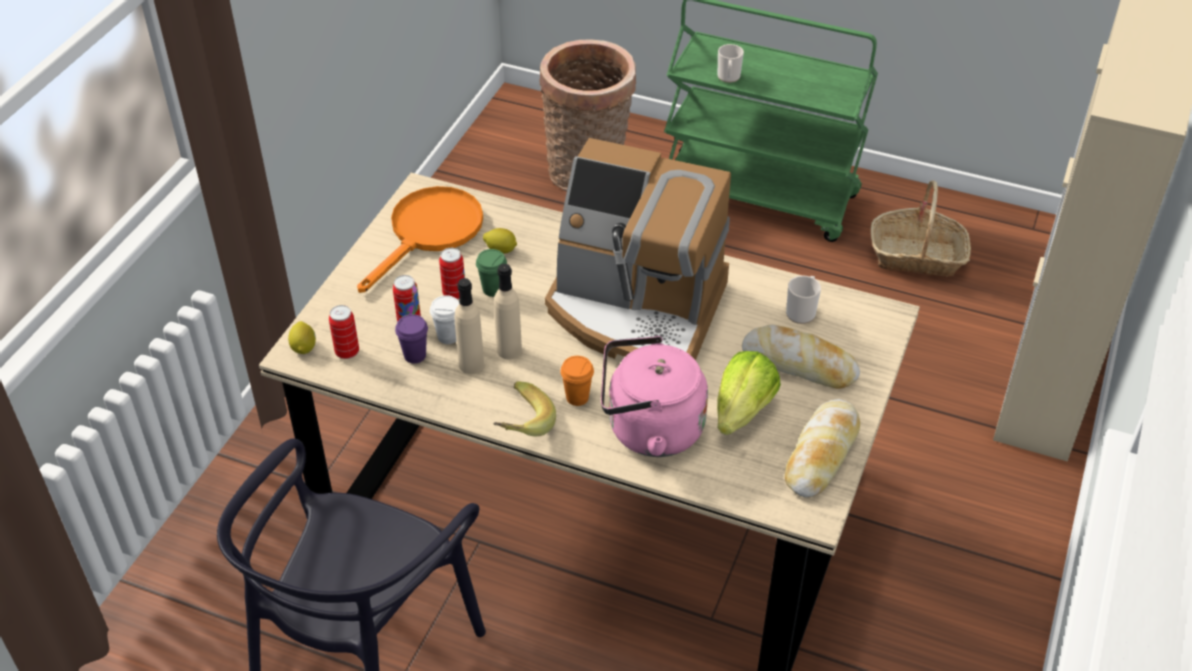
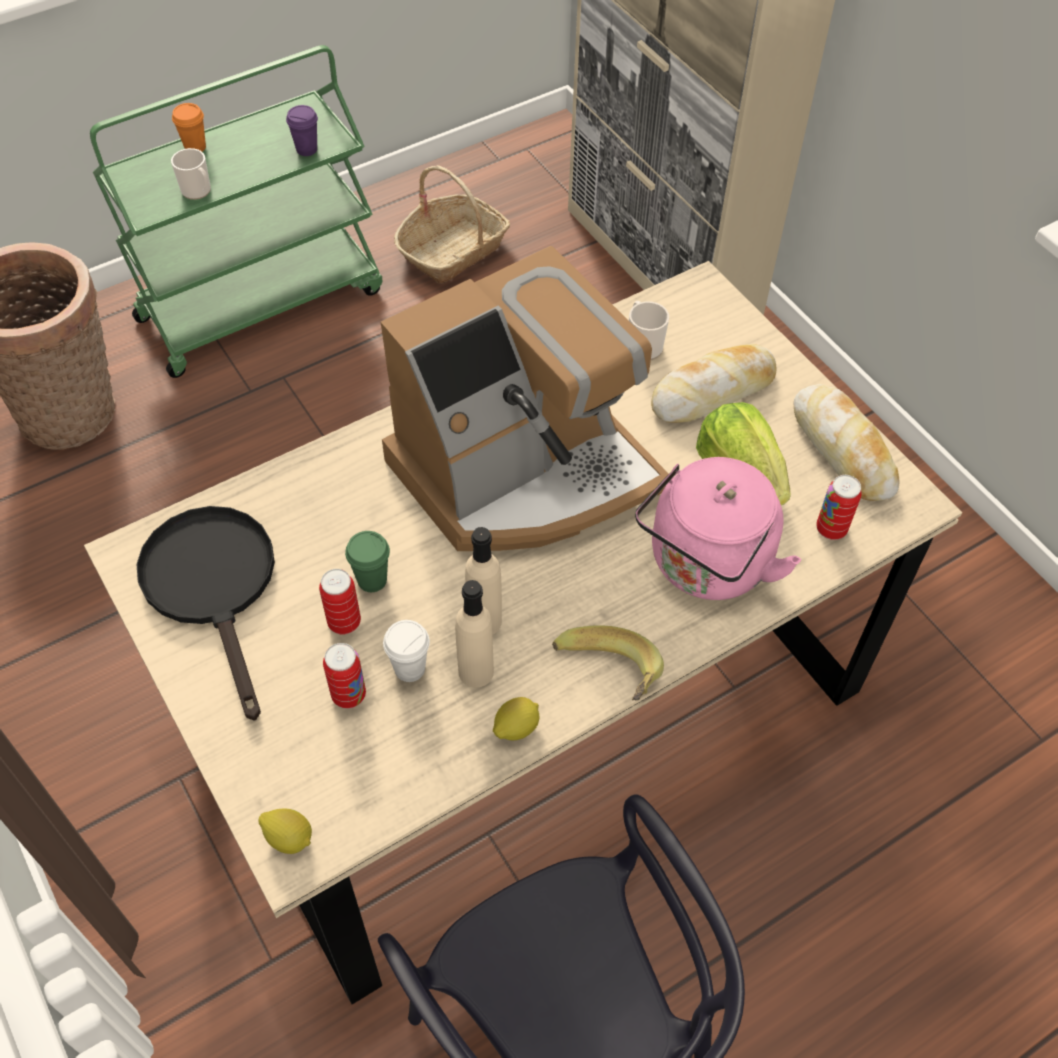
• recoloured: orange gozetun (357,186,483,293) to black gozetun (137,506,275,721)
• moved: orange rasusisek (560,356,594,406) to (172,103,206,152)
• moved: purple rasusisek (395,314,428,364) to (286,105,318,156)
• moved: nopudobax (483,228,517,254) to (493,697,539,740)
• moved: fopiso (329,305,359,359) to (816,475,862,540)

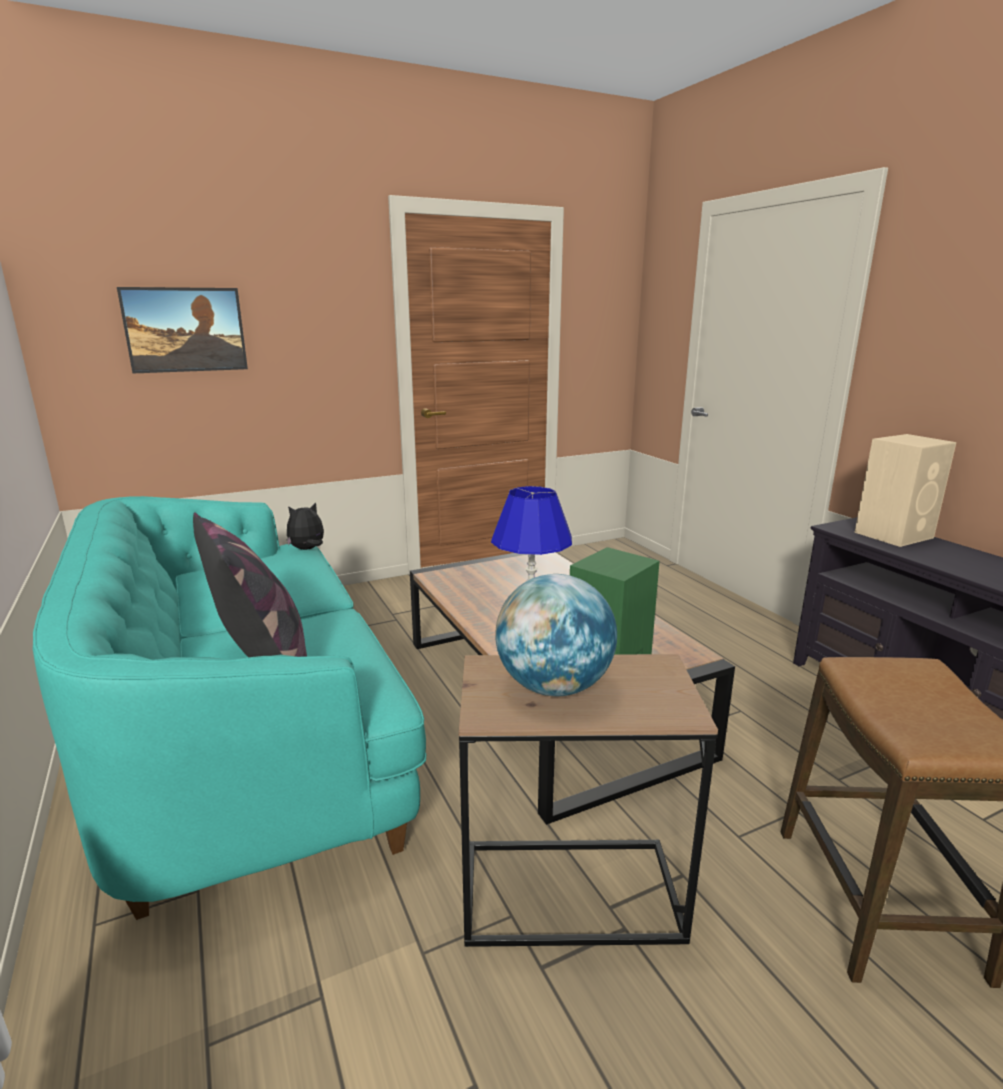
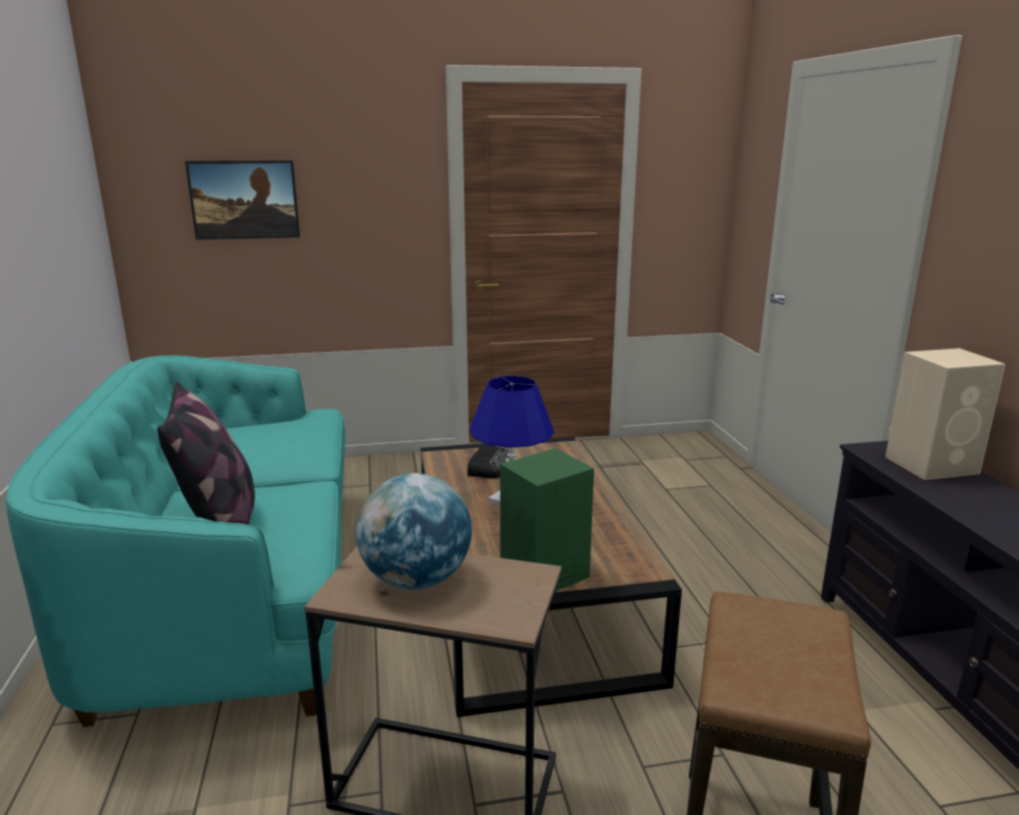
• added: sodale (467,445,509,478)
• removed: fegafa (287,502,324,550)

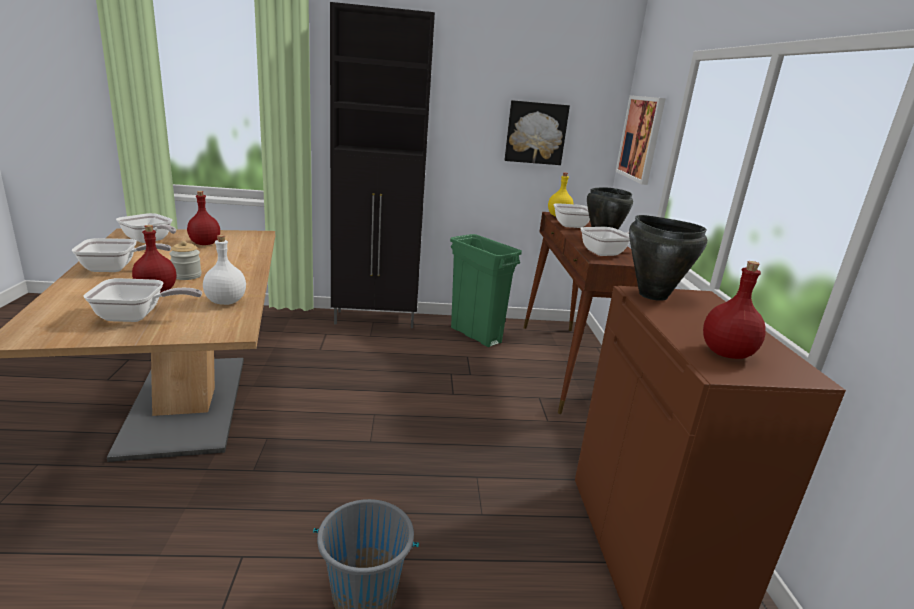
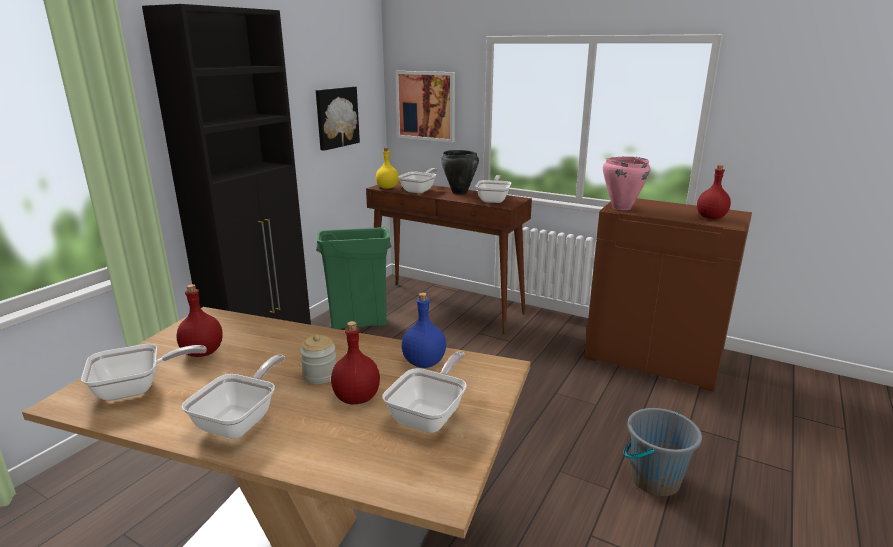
• recoloured: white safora (203,235,246,305) to blue safora (402,293,446,368)
• recoloured: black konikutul (629,215,707,301) to pink konikutul (603,156,650,210)

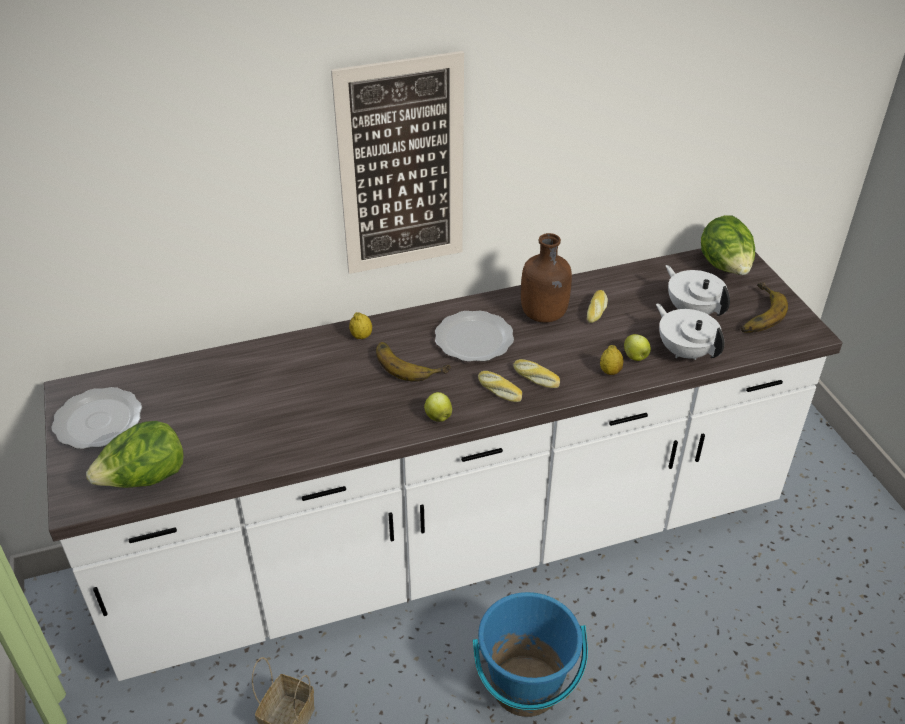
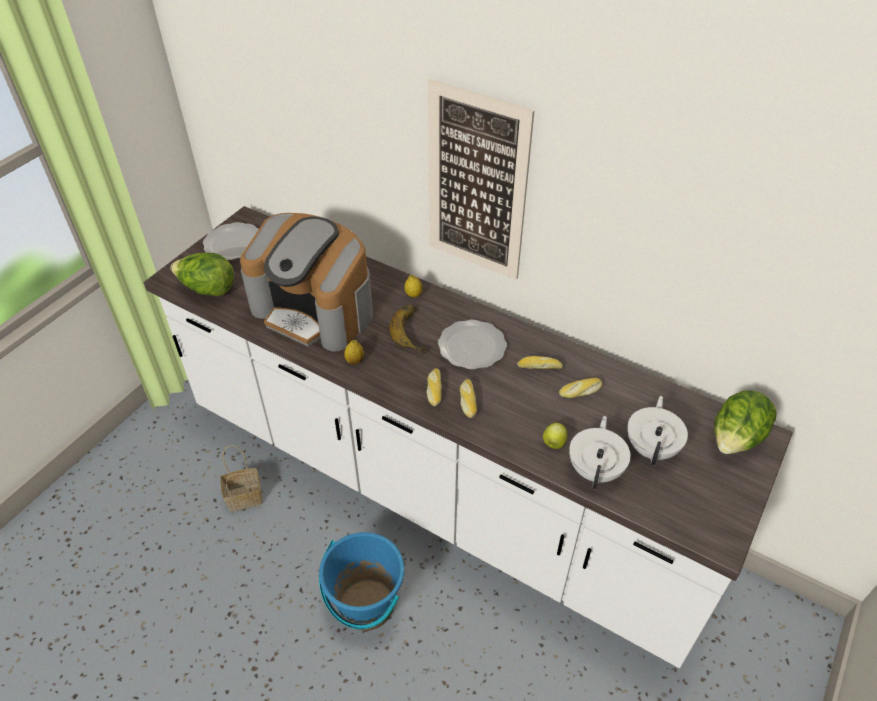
• added: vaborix (240,213,373,351)
• moved: nopudobax (600,345,623,375) to (344,340,364,365)
• replaced: brown safora (521,233,572,323) to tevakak (517,356,563,369)
• removed: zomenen (424,392,452,422)
• removed: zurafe (741,282,788,333)

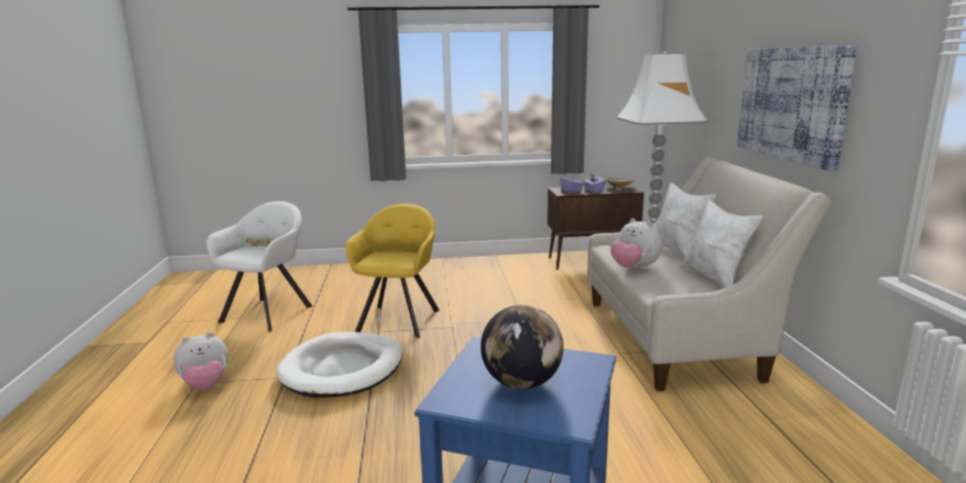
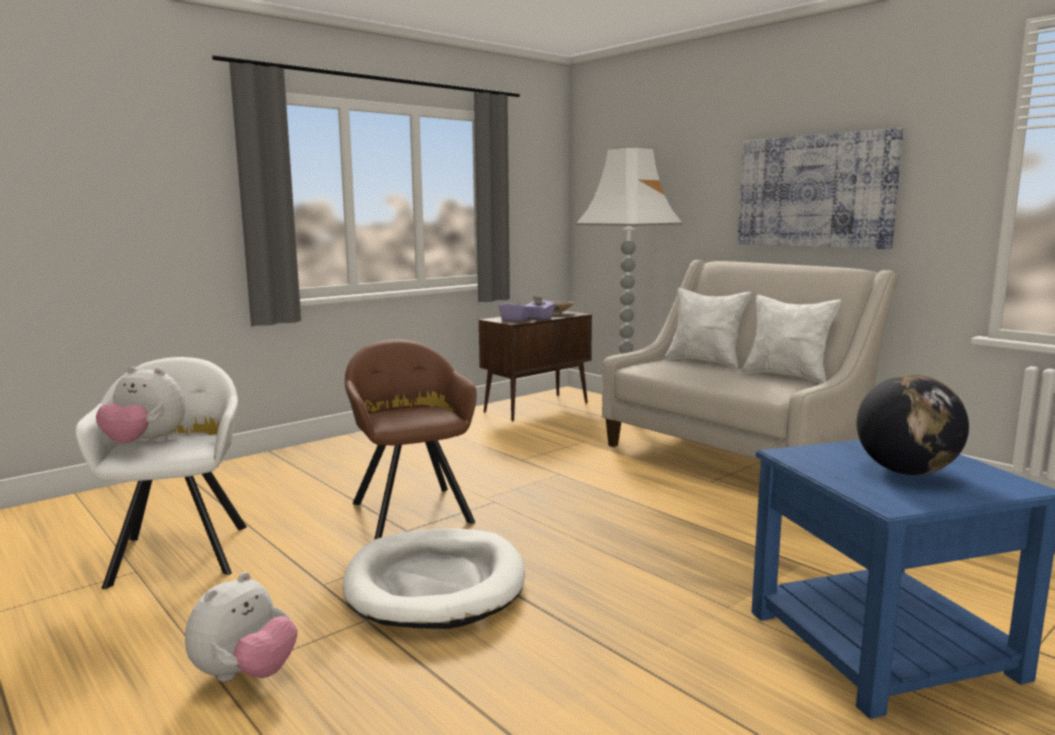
• moved: fegafa (610,218,662,269) to (96,367,185,444)
• recoloured: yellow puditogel (345,204,440,338) to brown puditogel (345,339,477,540)

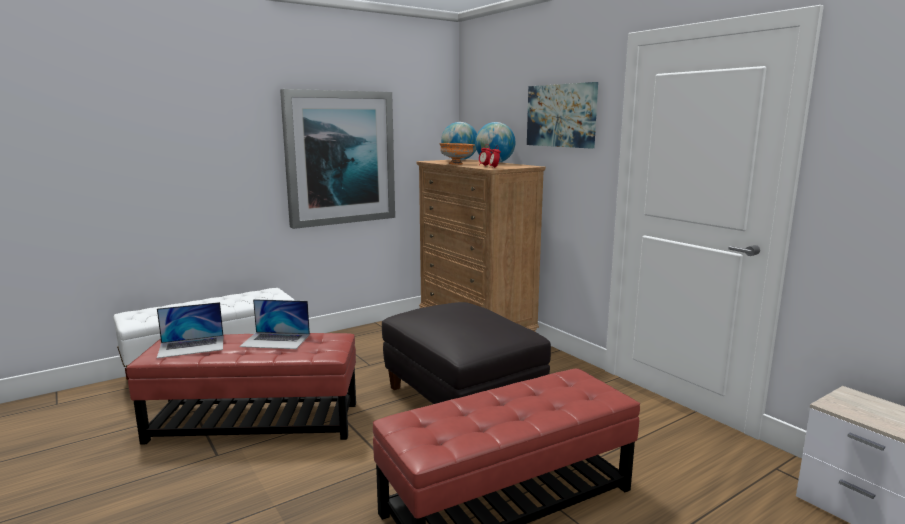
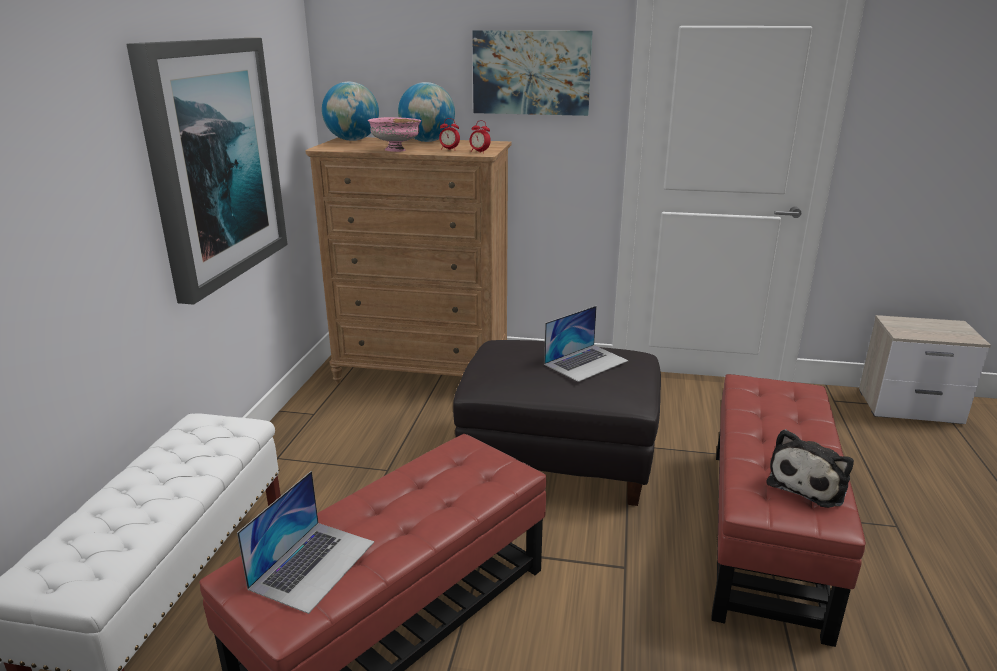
• recoloured: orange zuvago (439,143,474,165) to pink zuvago (368,117,421,152)
• moved: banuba (239,299,310,349) to (544,306,629,382)
• added: fegafa (766,429,854,508)

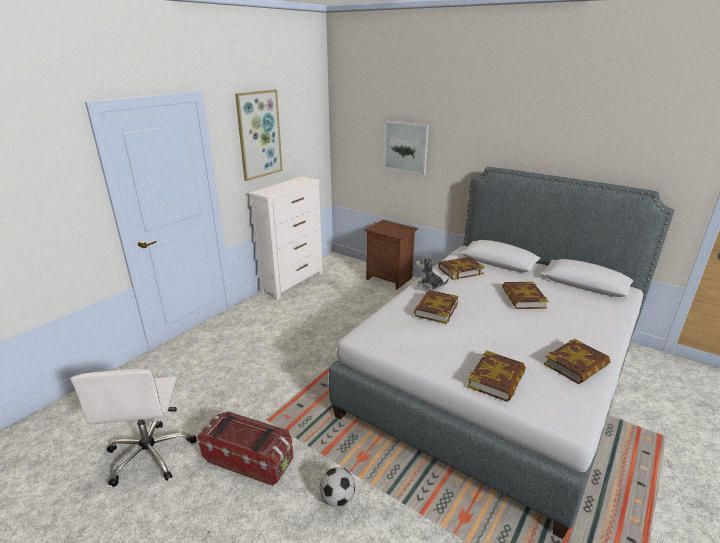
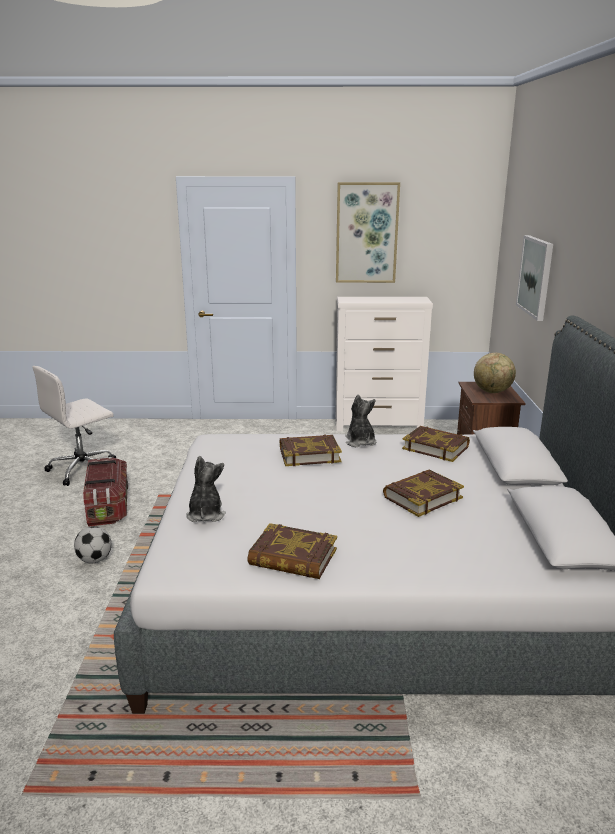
• replaced: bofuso (467,350,526,402) to fegafa (186,456,226,522)
• added: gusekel (474,353,516,393)

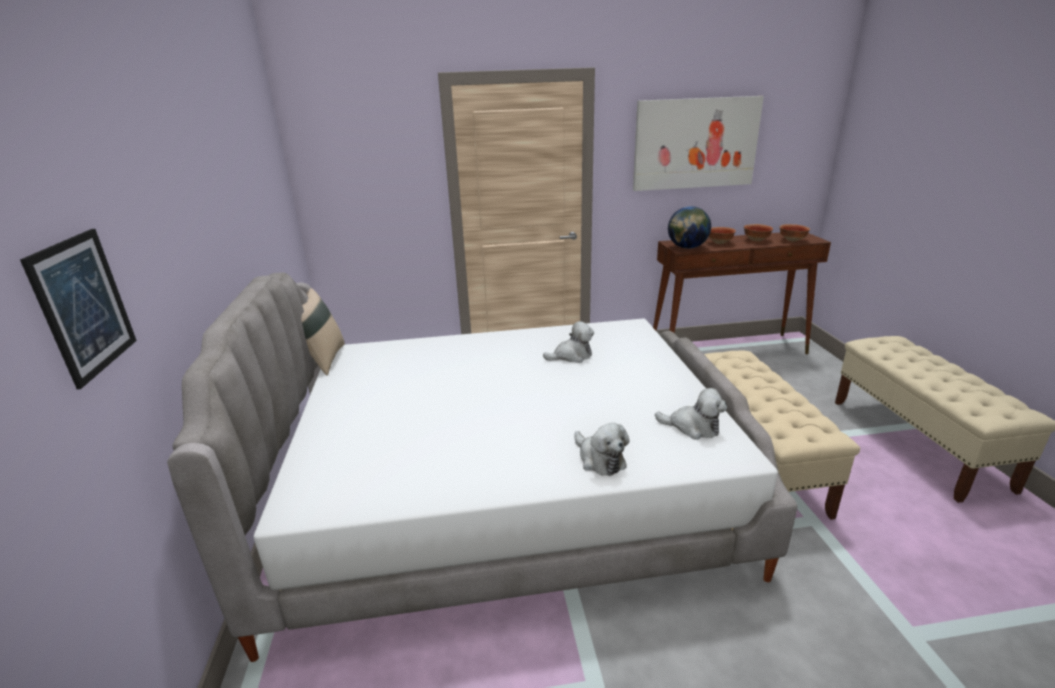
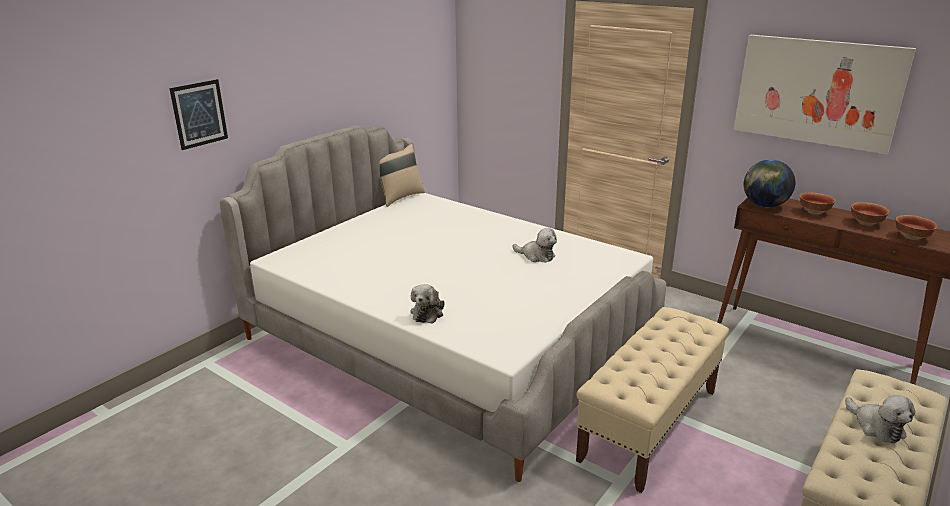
• moved: fegafa (655,388,727,440) to (845,395,915,443)

